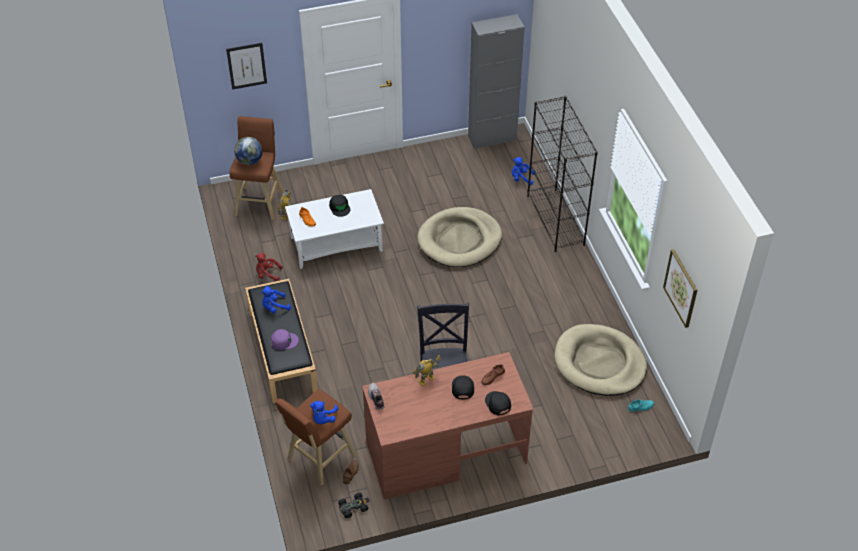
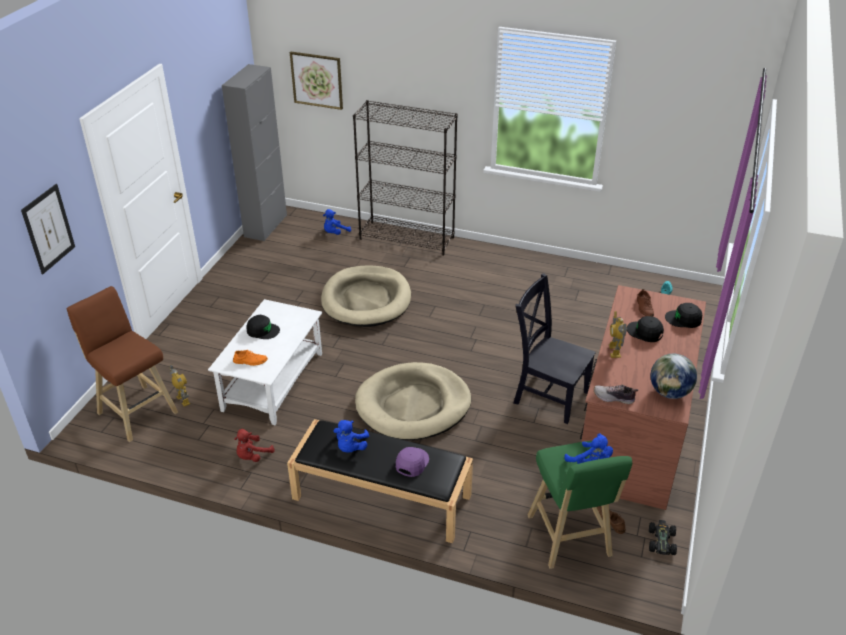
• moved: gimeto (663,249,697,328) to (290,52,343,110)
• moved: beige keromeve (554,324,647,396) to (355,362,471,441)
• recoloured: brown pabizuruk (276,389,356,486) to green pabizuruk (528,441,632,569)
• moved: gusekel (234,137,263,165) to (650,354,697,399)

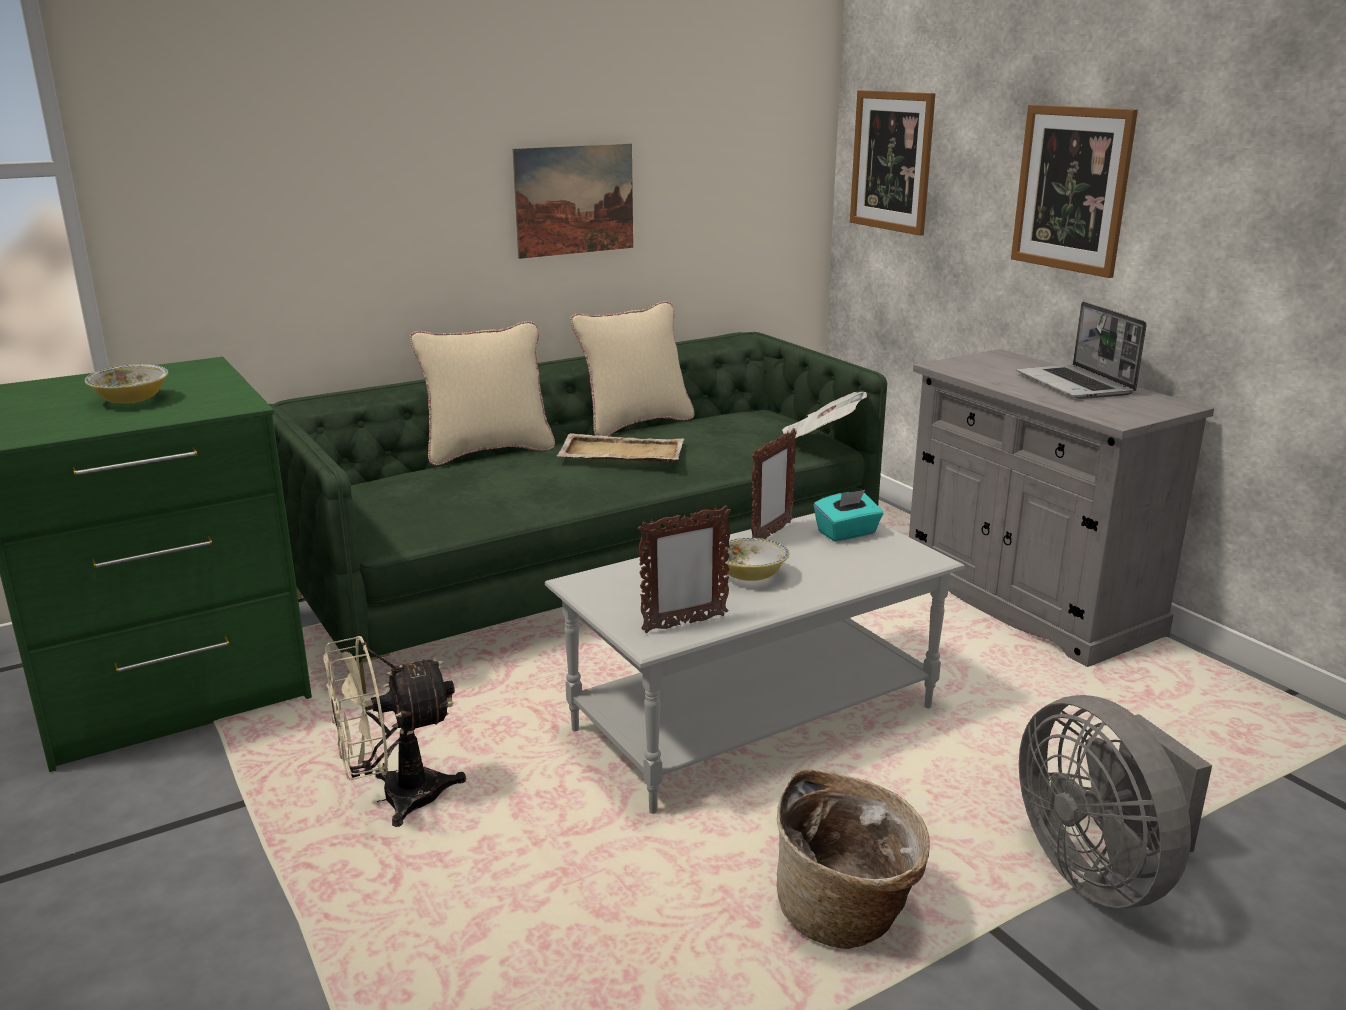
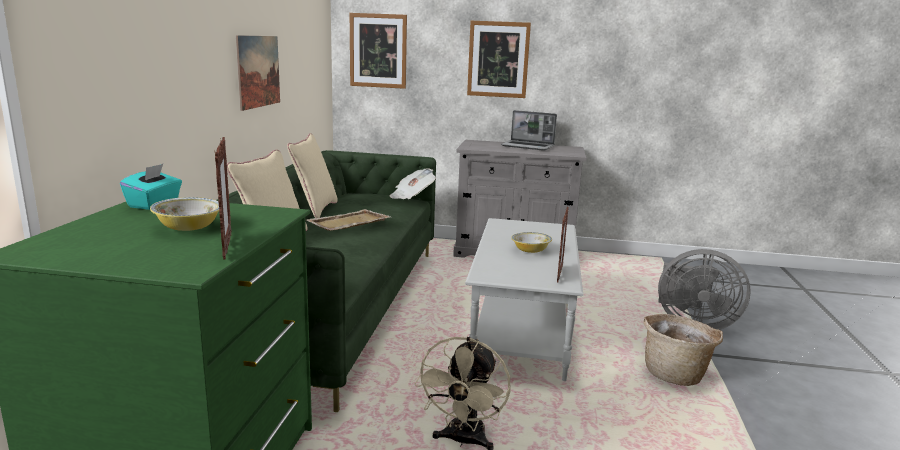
• moved: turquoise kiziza (813,490,883,542) to (120,164,182,210)
• moved: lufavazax (751,428,797,539) to (215,137,231,260)

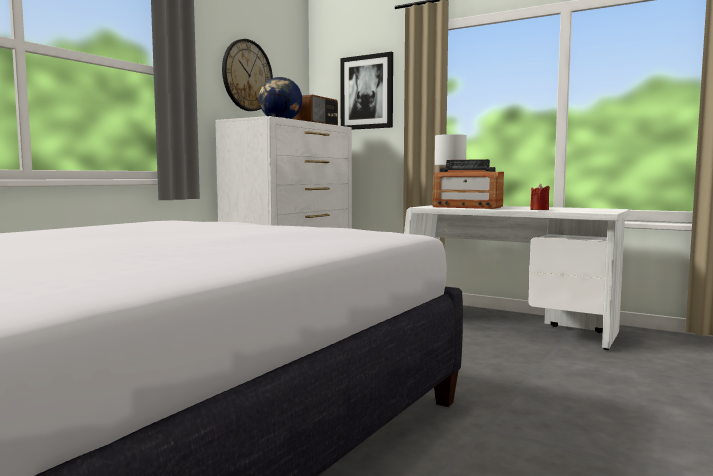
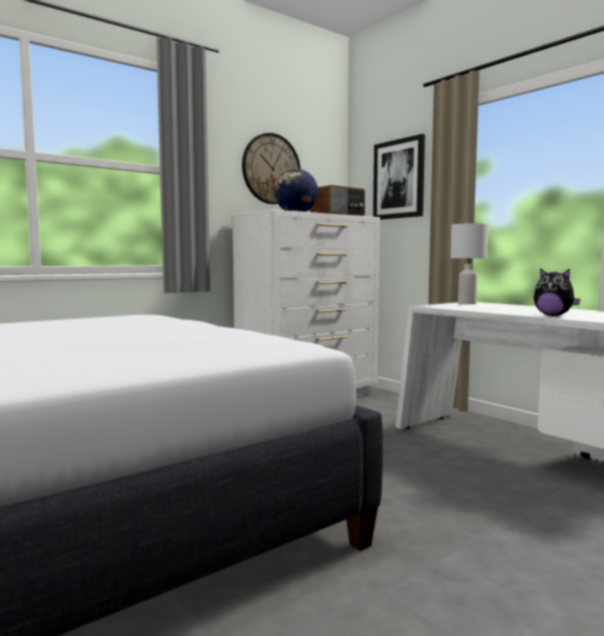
• replaced: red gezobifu (530,184,550,210) to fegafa (534,268,581,316)
• removed: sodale (432,159,504,209)

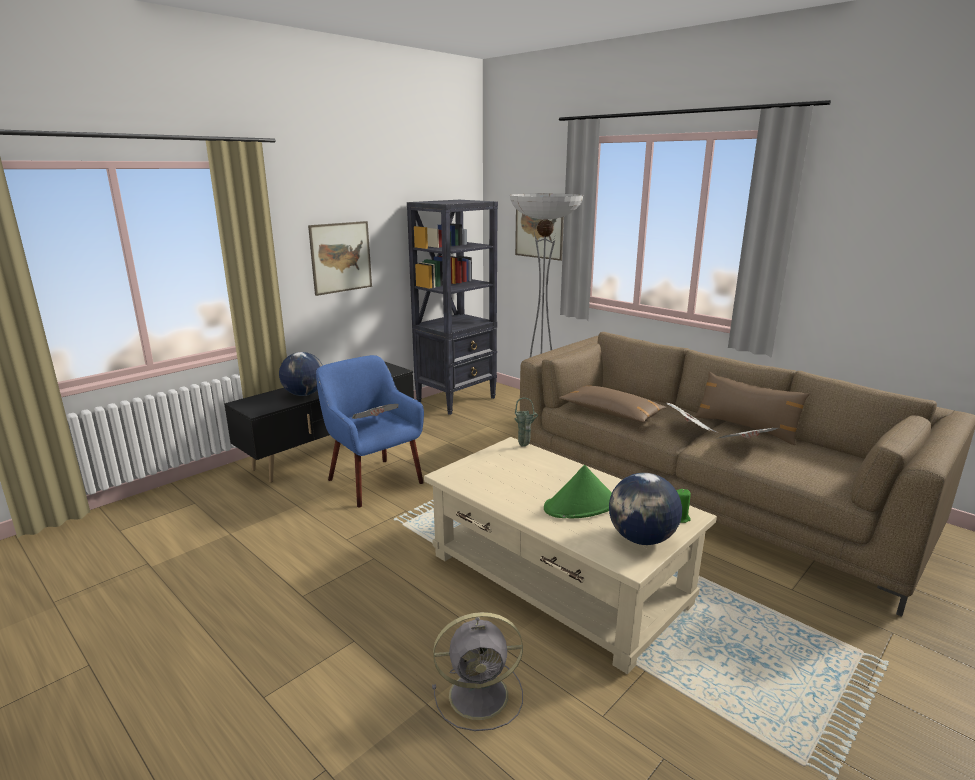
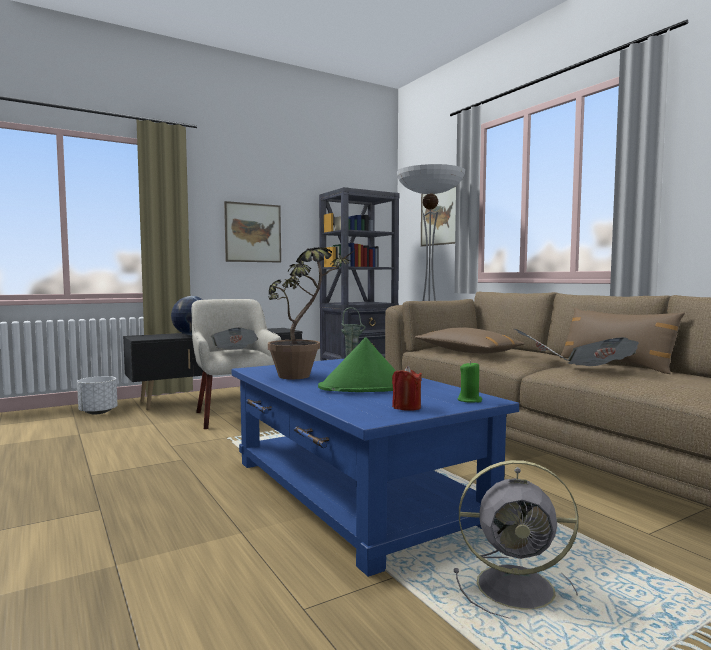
• added: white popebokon (77,376,117,414)
• recoloured: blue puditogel (316,355,424,508) to beige puditogel (192,299,281,429)
• recoloured: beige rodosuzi (424,437,717,674) to blue rodosuzi (231,359,519,577)
• added: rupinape (268,247,355,379)
• replaced: gusekel (609,473,682,545) to red gezobifu (392,366,422,411)
• moved: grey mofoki (432,612,523,731) to (454,460,579,619)

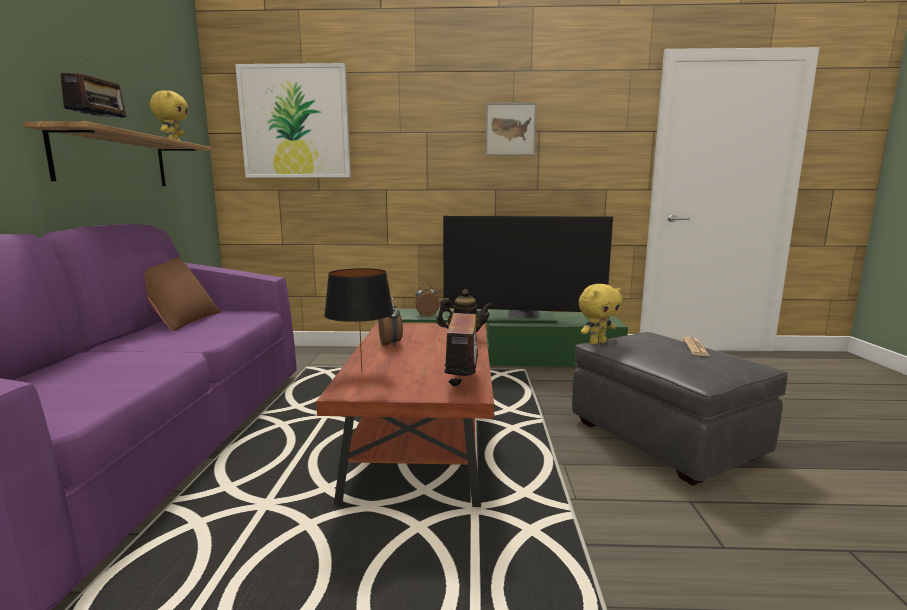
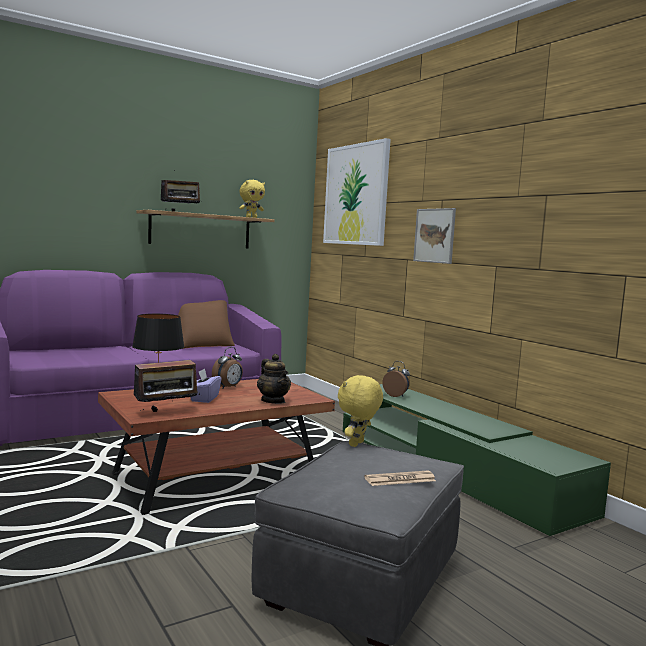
• added: purple kiziza (190,368,221,403)
• turned: yellow fegafa (578,284,622,345) = (338,375,383,447) 90 degrees clockwise
• moved: gimeto (486,103,537,155) to (413,208,456,264)
• removed: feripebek (443,216,613,318)

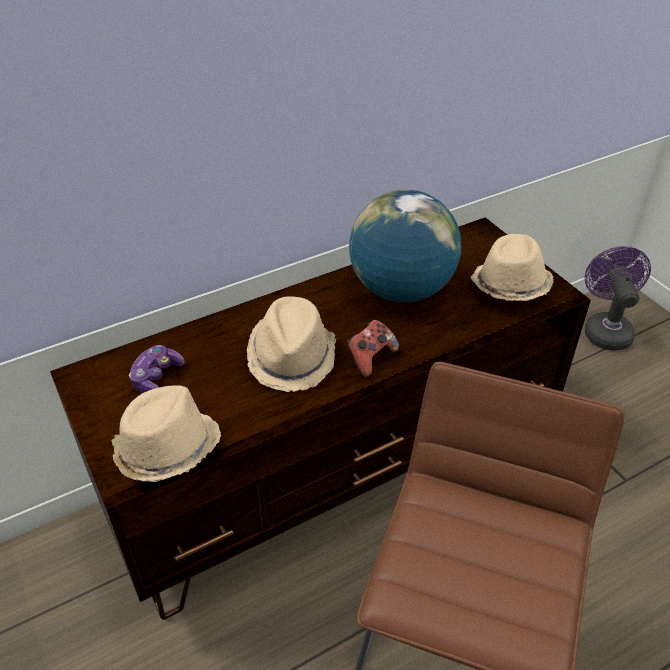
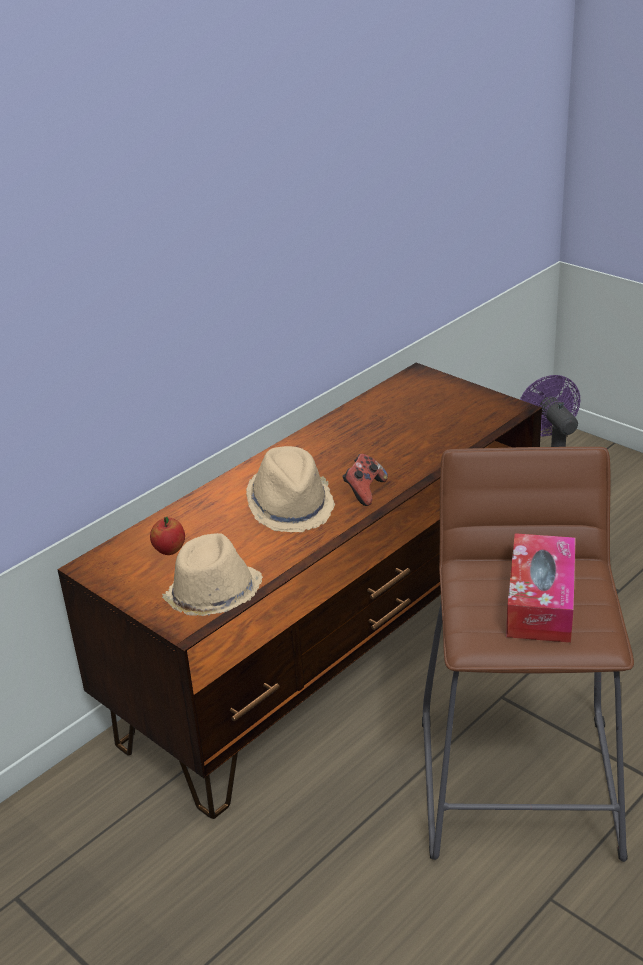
• replaced: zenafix (129,345,185,393) to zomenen (150,517,185,555)
• added: kiziza (506,533,576,643)
• removed: gusekel (349,189,461,303)
• removed: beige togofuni (470,234,554,301)

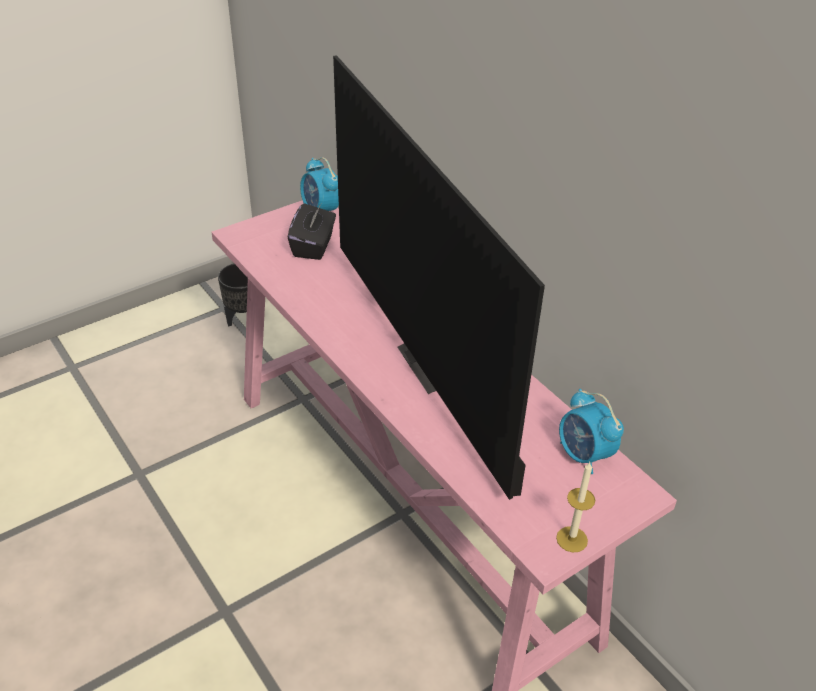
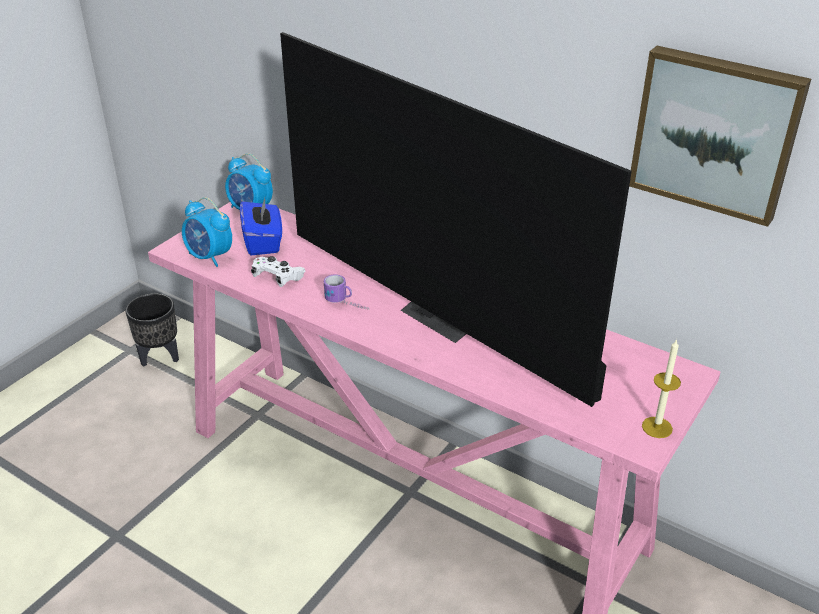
• moved: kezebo (559,389,624,474) to (182,197,232,267)
• recoloured: black kiziza (288,203,336,260) to blue kiziza (240,198,282,256)
• added: white zenafix (251,256,306,287)
• added: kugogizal (324,274,369,310)
• added: gimeto (629,46,811,227)

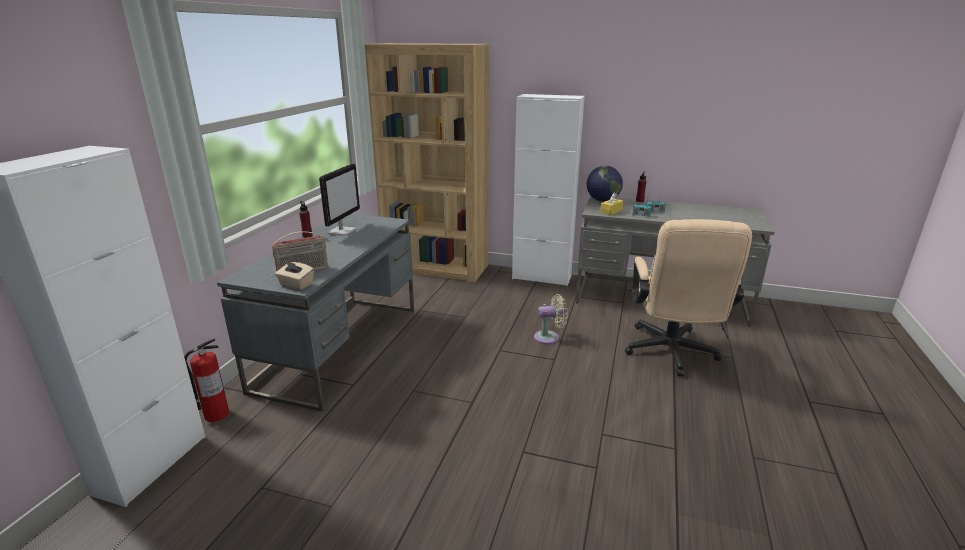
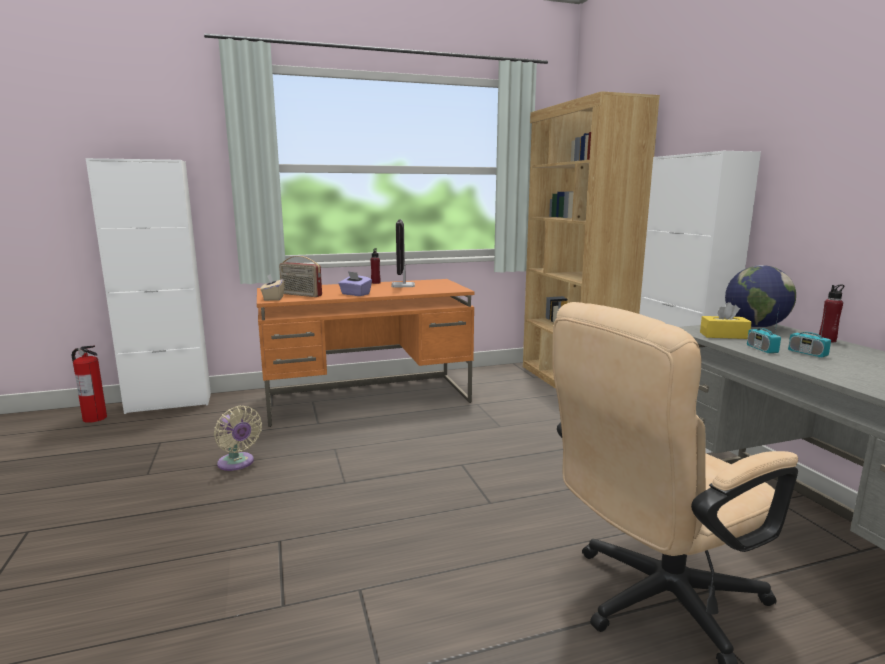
• moved: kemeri (184,338,229,422) to (71,346,107,423)
• moved: beige mofoki (534,294,568,344) to (214,405,262,471)
• recoloured: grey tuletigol (217,214,414,412) to orange tuletigol (257,279,475,427)
• added: purple kiziza (338,271,372,296)
• turned: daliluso (319,163,360,236) = (391,219,415,287) 105 degrees clockwise

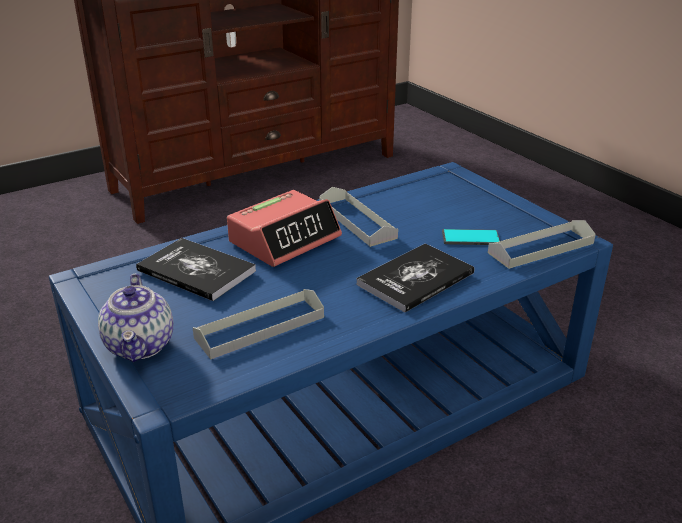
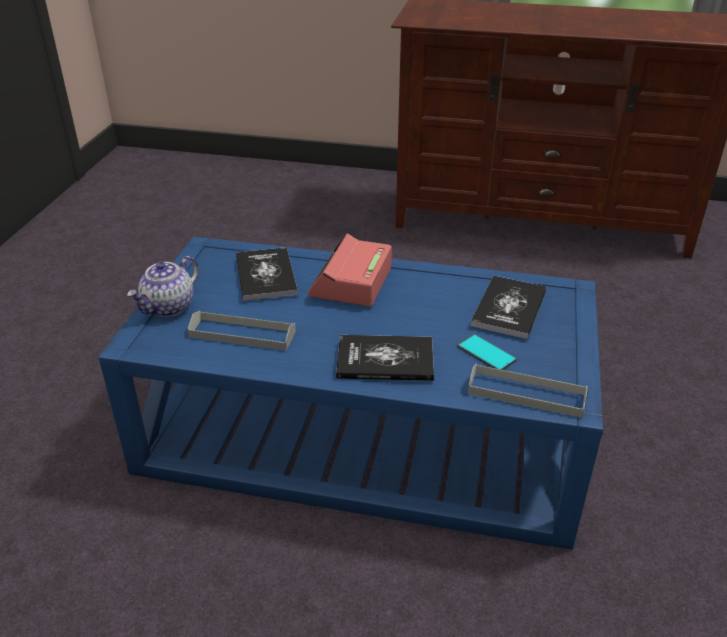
• turned: kezebo (227,190,342,267) = (308,234,392,306) 105 degrees clockwise
• added: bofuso (471,275,547,339)
• removed: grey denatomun (319,187,398,247)

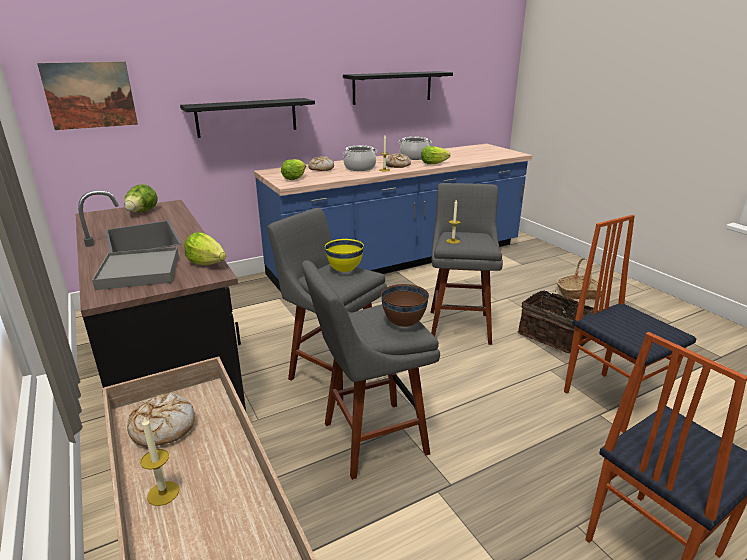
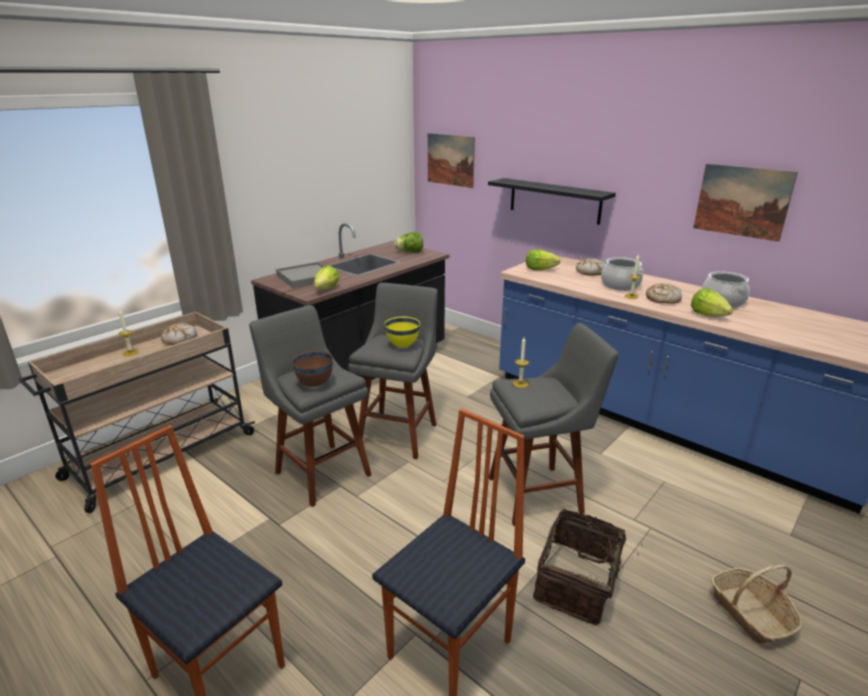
• replaced: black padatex (343,71,453,105) to gimeto (693,164,798,242)

